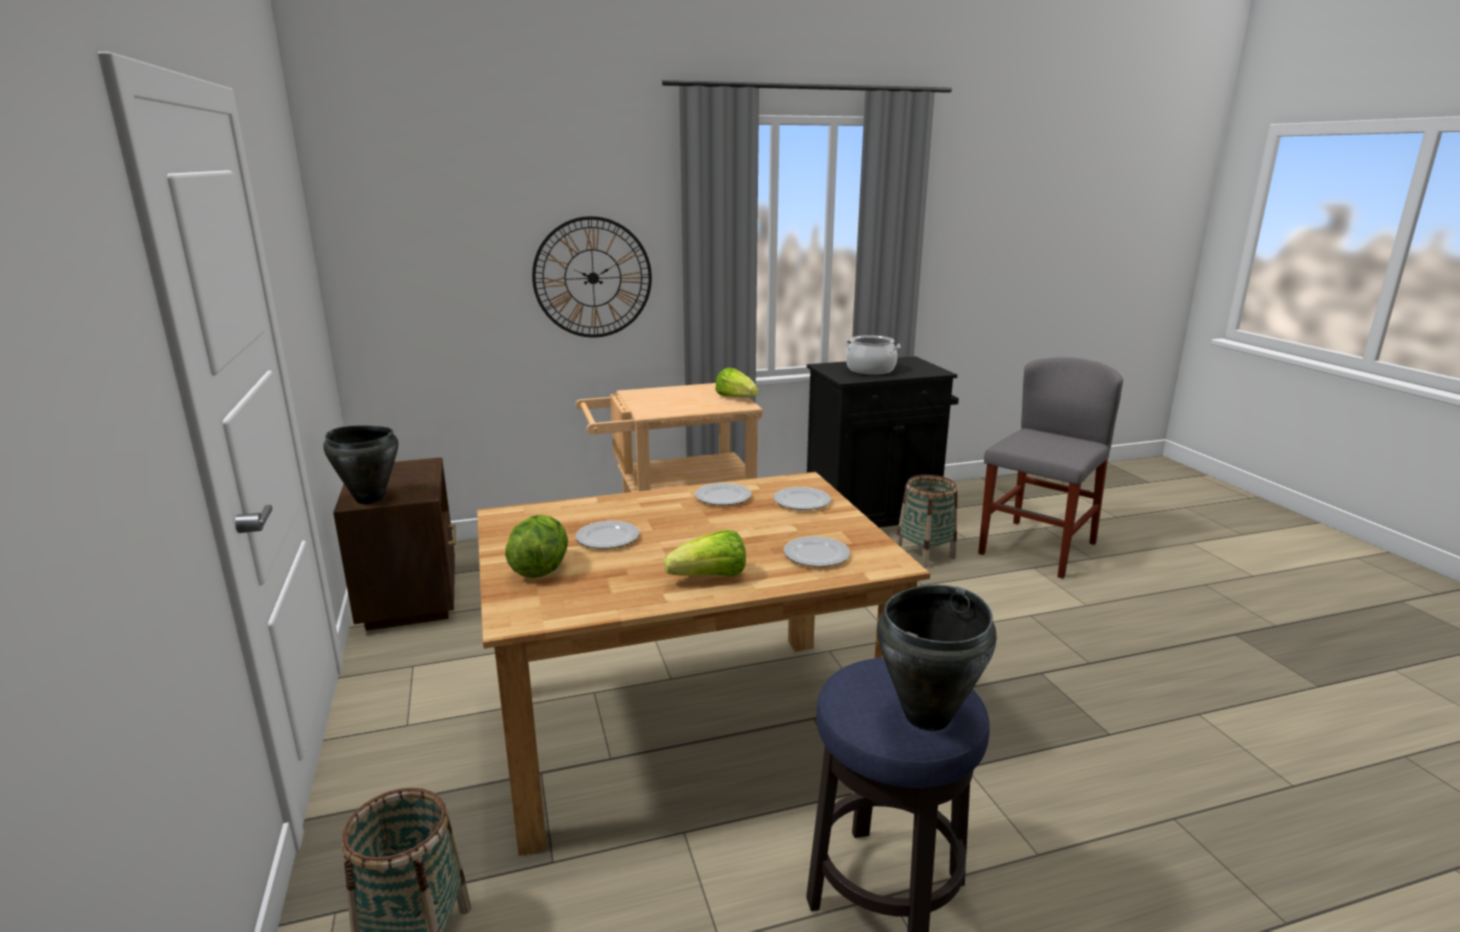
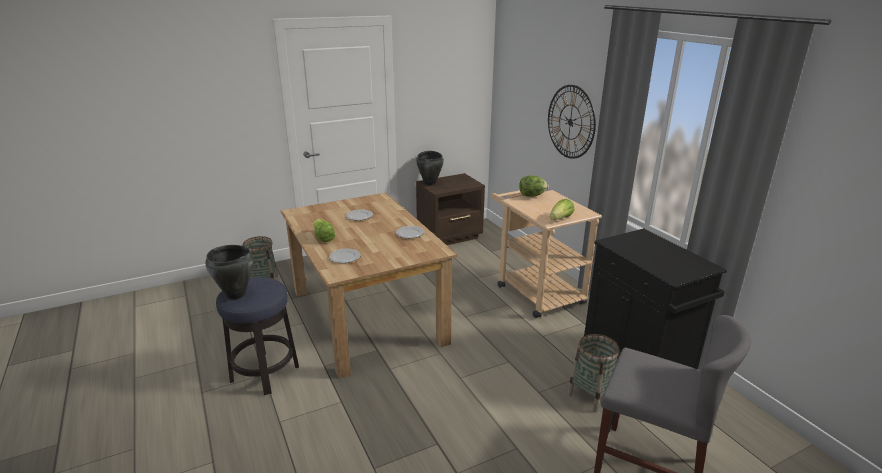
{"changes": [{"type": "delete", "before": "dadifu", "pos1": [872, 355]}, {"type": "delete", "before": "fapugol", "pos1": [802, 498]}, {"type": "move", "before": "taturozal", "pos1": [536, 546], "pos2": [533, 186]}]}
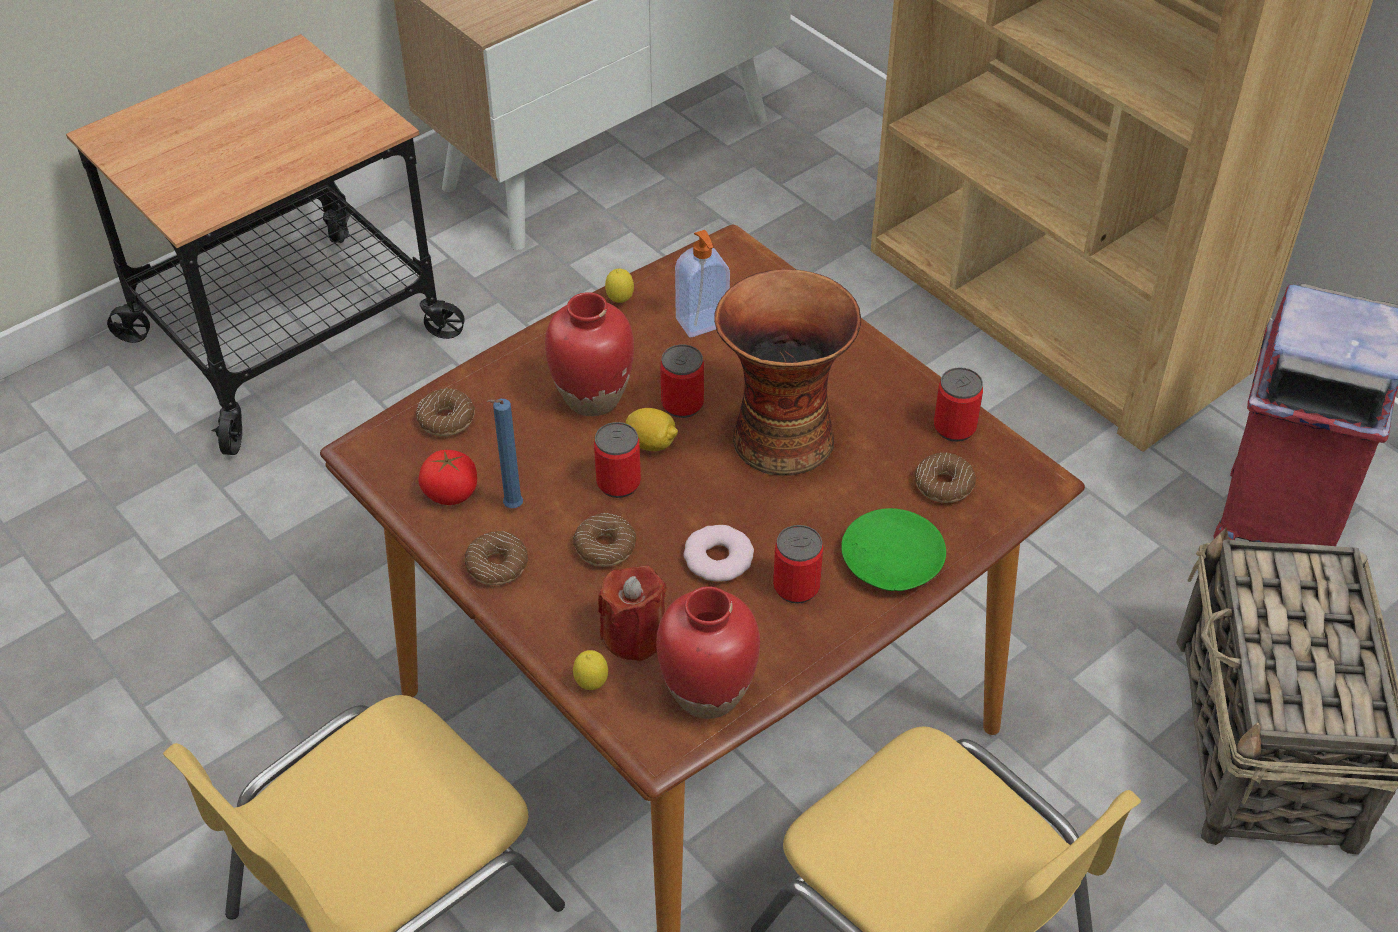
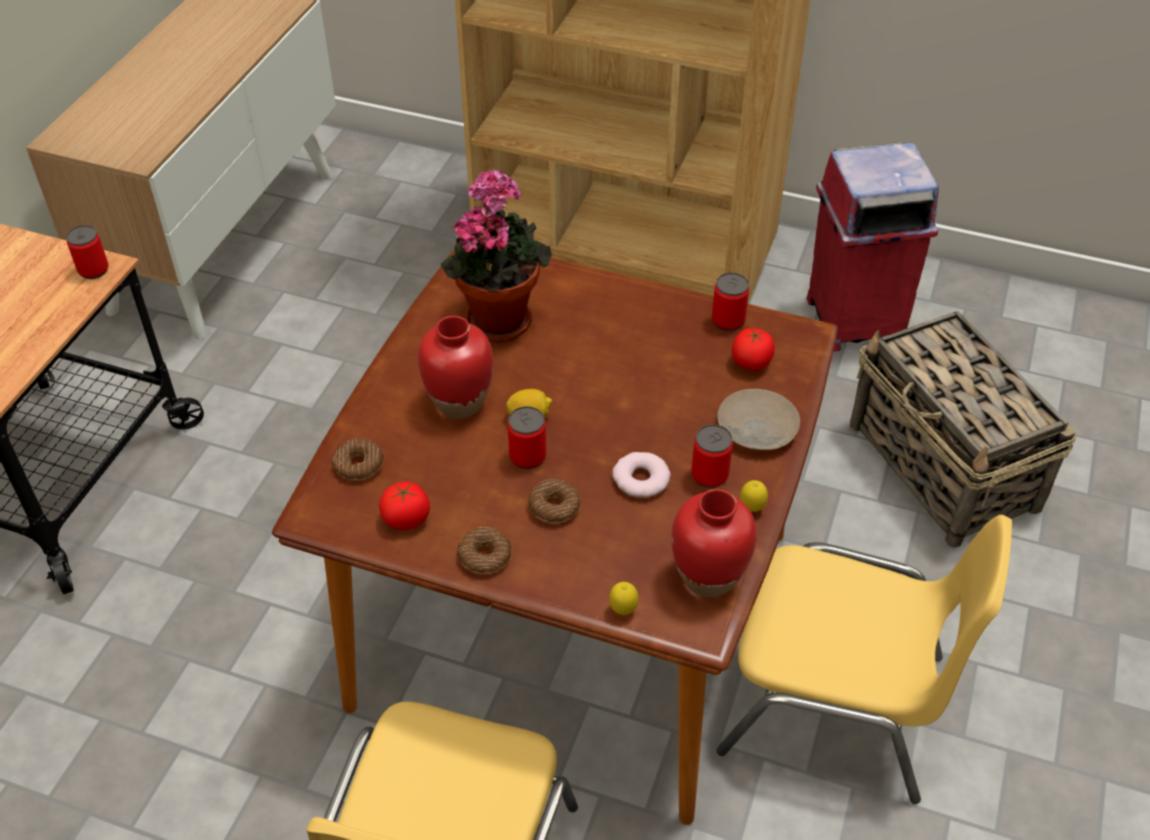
{"changes": [{"type": "replace", "before": "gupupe", "after": "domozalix", "pos1": [702, 283], "pos2": [496, 256]}, {"type": "move", "before": "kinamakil", "pos1": [619, 286], "pos2": [754, 496]}, {"type": "delete", "before": "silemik", "pos1": [787, 372]}, {"type": "move", "before": "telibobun", "pos1": [682, 381], "pos2": [87, 252]}, {"type": "delete", "before": "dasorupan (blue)", "pos1": [505, 453]}, {"type": "replace", "before": "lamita", "after": "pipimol", "pos1": [945, 477], "pos2": [753, 349]}, {"type": "recolor", "before": "fapugol (green)", "after": "fapugol (beige)", "pos1": [893, 549], "pos2": [758, 419]}, {"type": "delete", "before": "dasorupan (red)", "pos1": [632, 614]}]}
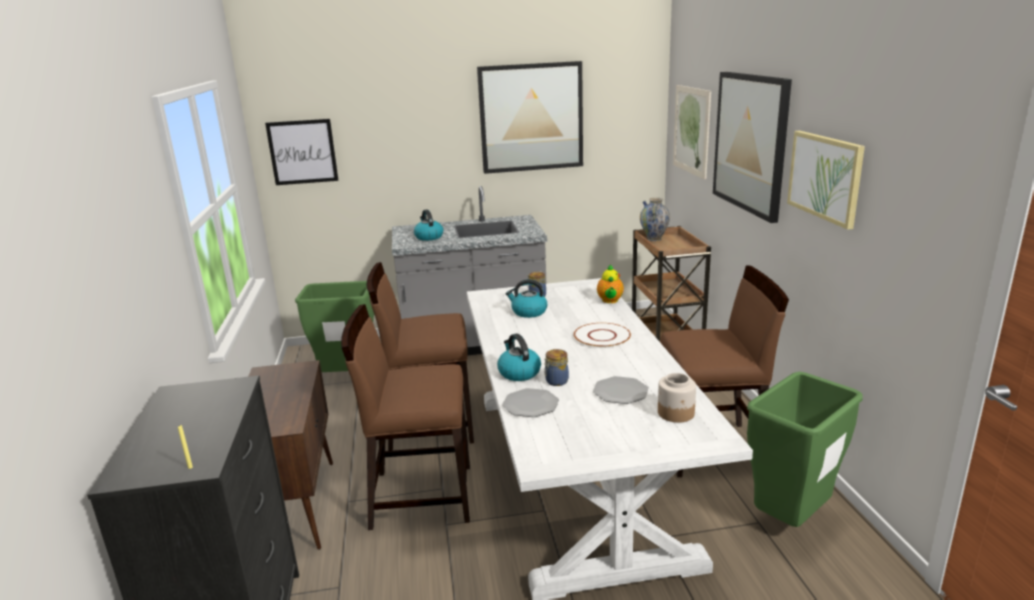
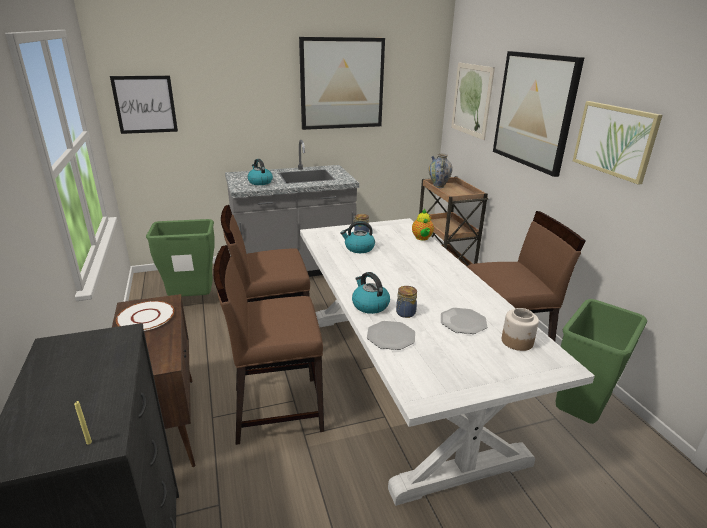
{"changes": [{"type": "move", "before": "fapugol (white)", "pos1": [602, 335], "pos2": [145, 316]}]}
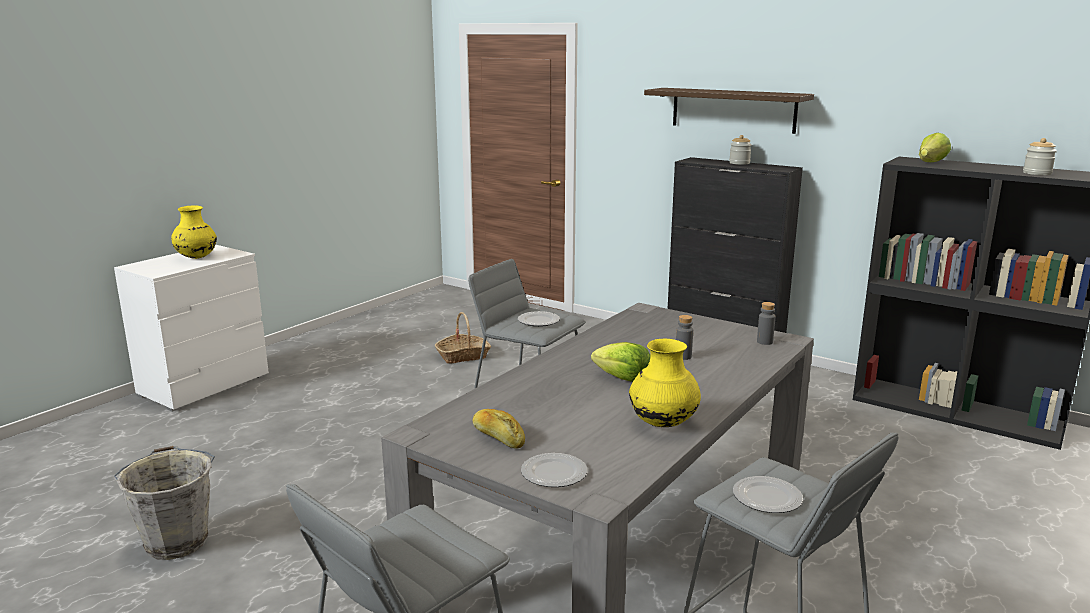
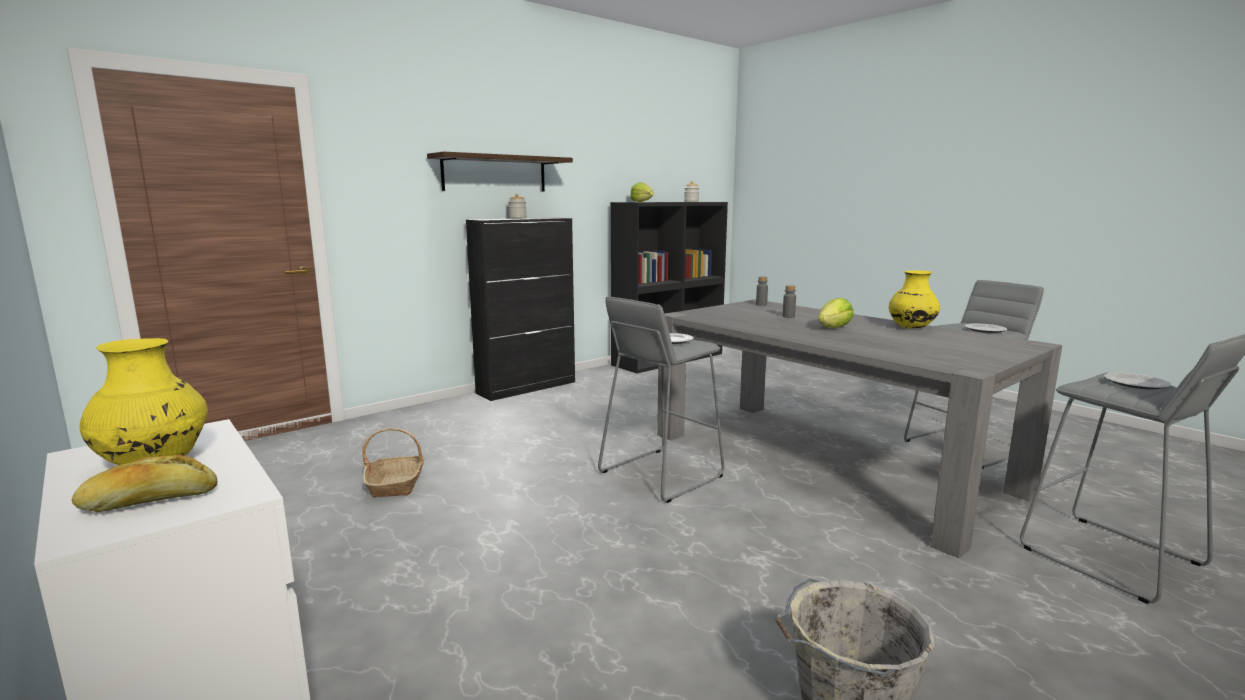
{"changes": [{"type": "move", "before": "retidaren", "pos1": [499, 429], "pos2": [144, 483]}, {"type": "move", "before": "fapugol", "pos1": [554, 470], "pos2": [1137, 381]}]}
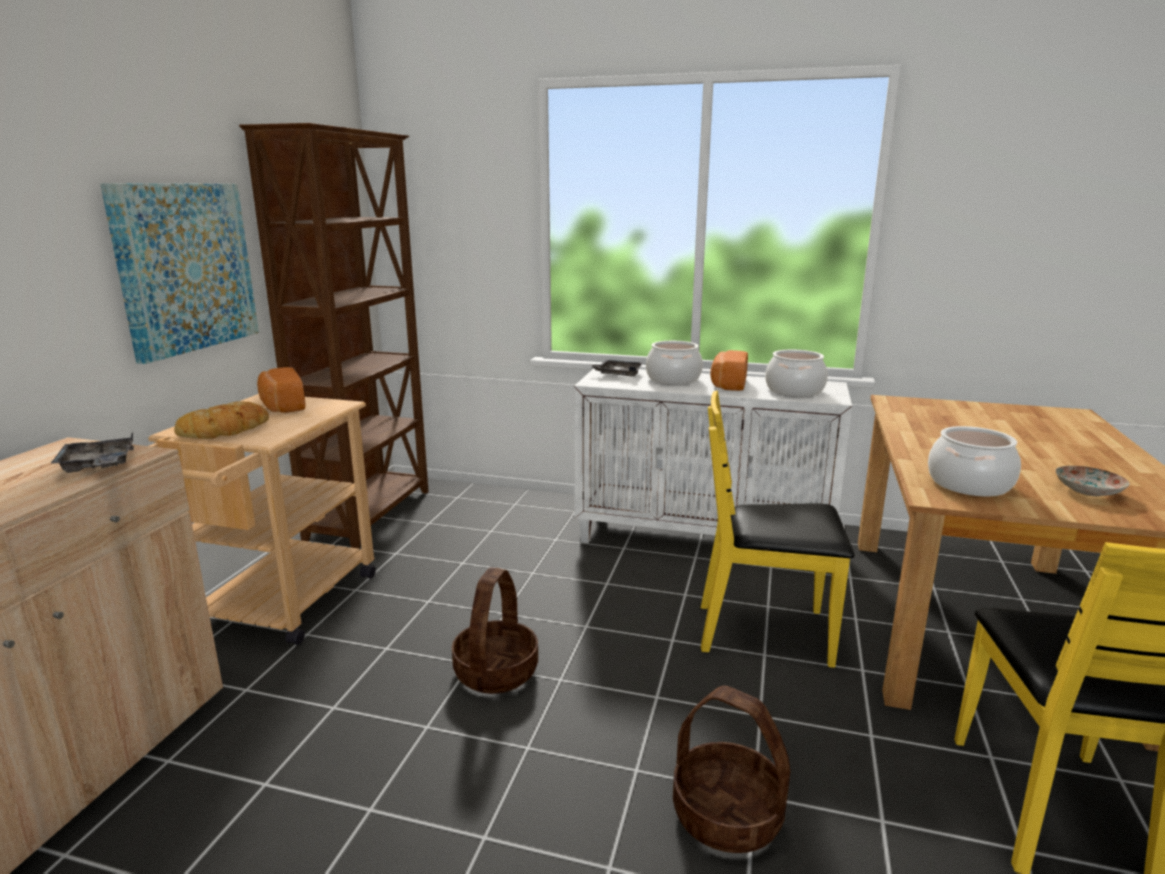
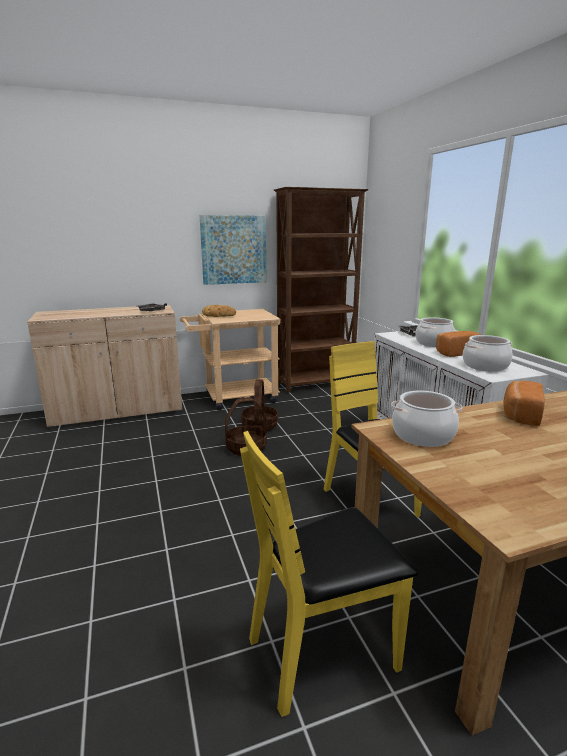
{"changes": [{"type": "move", "before": "retidaren", "pos1": [281, 390], "pos2": [524, 403]}, {"type": "delete", "before": "fapugol", "pos1": [1093, 481]}, {"type": "move", "before": "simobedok", "pos1": [731, 769], "pos2": [259, 405]}]}
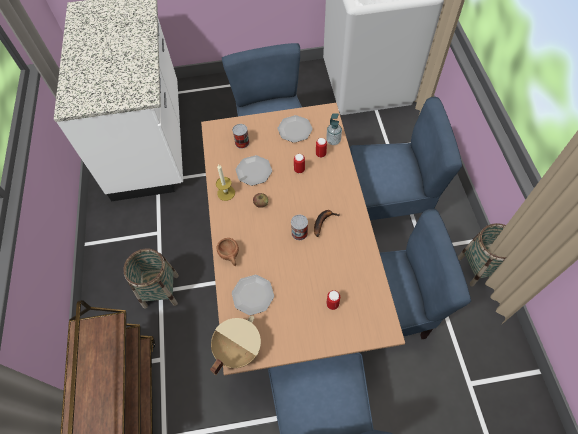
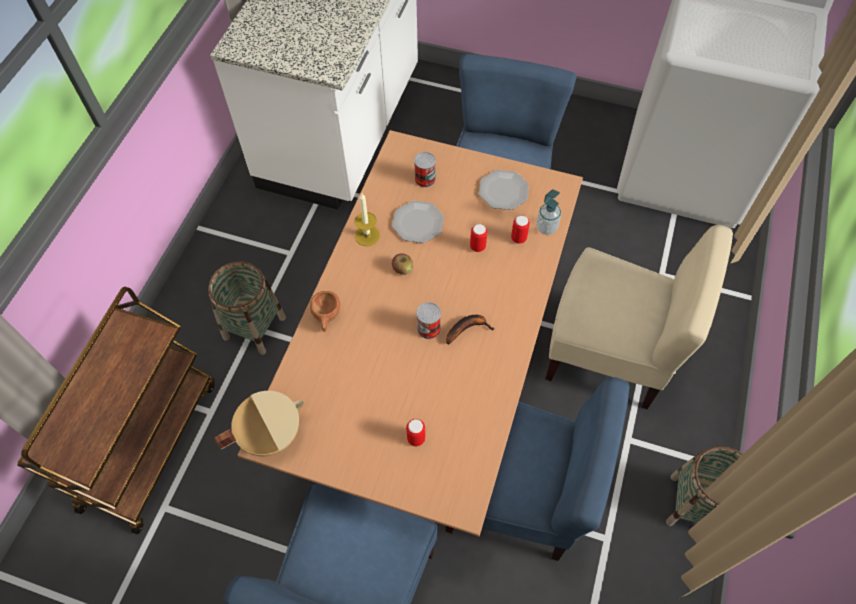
{"changes": [{"type": "recolor", "before": "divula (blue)", "after": "divula (beige)", "pos1": [406, 158], "pos2": [639, 317]}, {"type": "delete", "before": "fapugol", "pos1": [253, 295]}]}
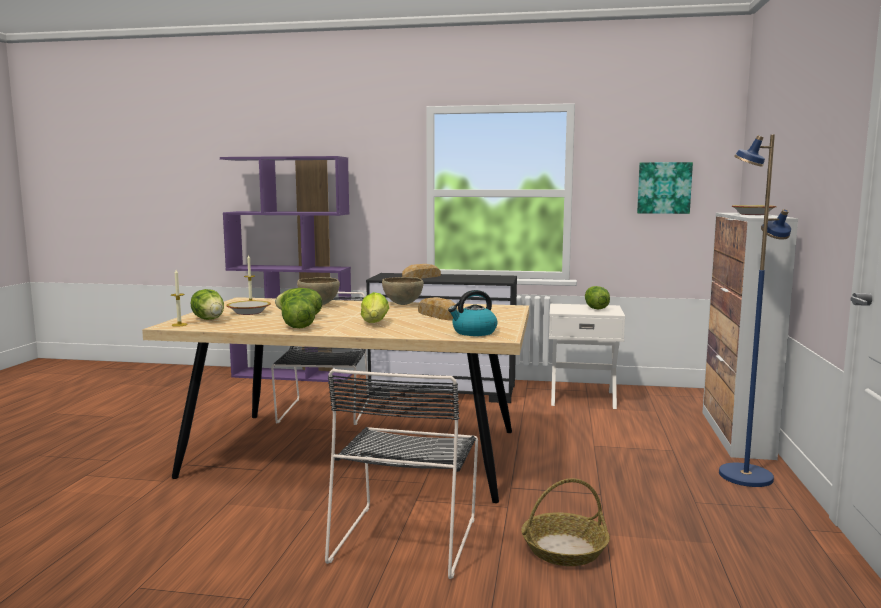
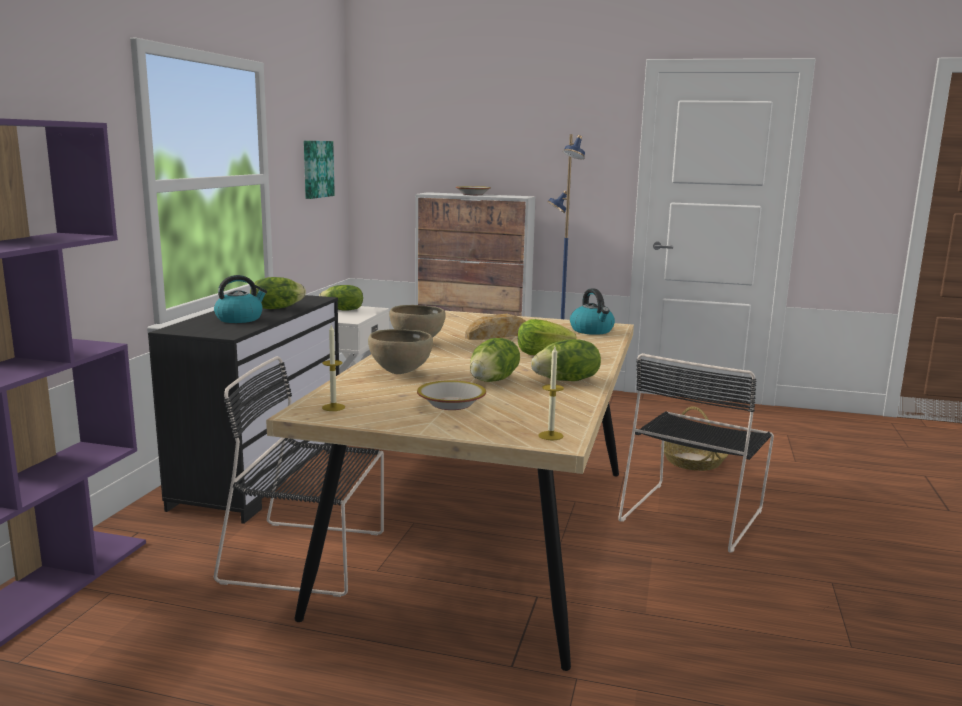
{"changes": [{"type": "replace", "before": "retidaren", "after": "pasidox", "pos1": [421, 271], "pos2": [240, 299]}, {"type": "move", "before": "taturozal", "pos1": [207, 304], "pos2": [278, 293]}, {"type": "rotate", "before": "divula (black)", "pos1": [401, 474], "pos2": [696, 453], "turn": 105}]}
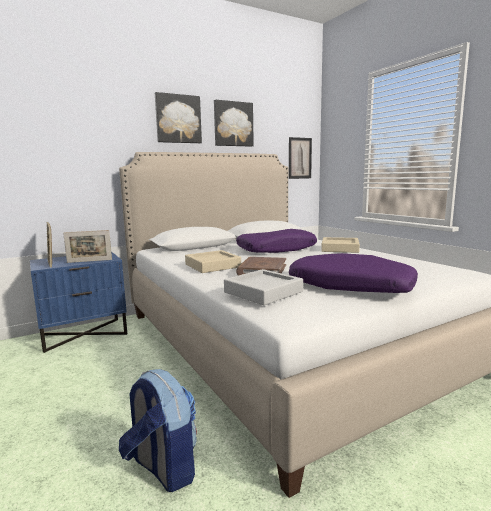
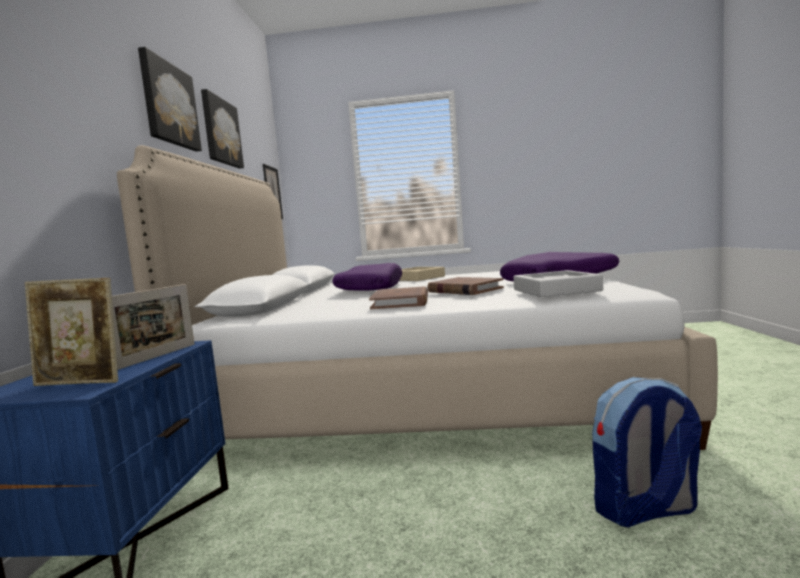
{"changes": [{"type": "replace", "before": "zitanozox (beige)", "after": "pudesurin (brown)", "pos1": [213, 261], "pos2": [398, 297]}]}
